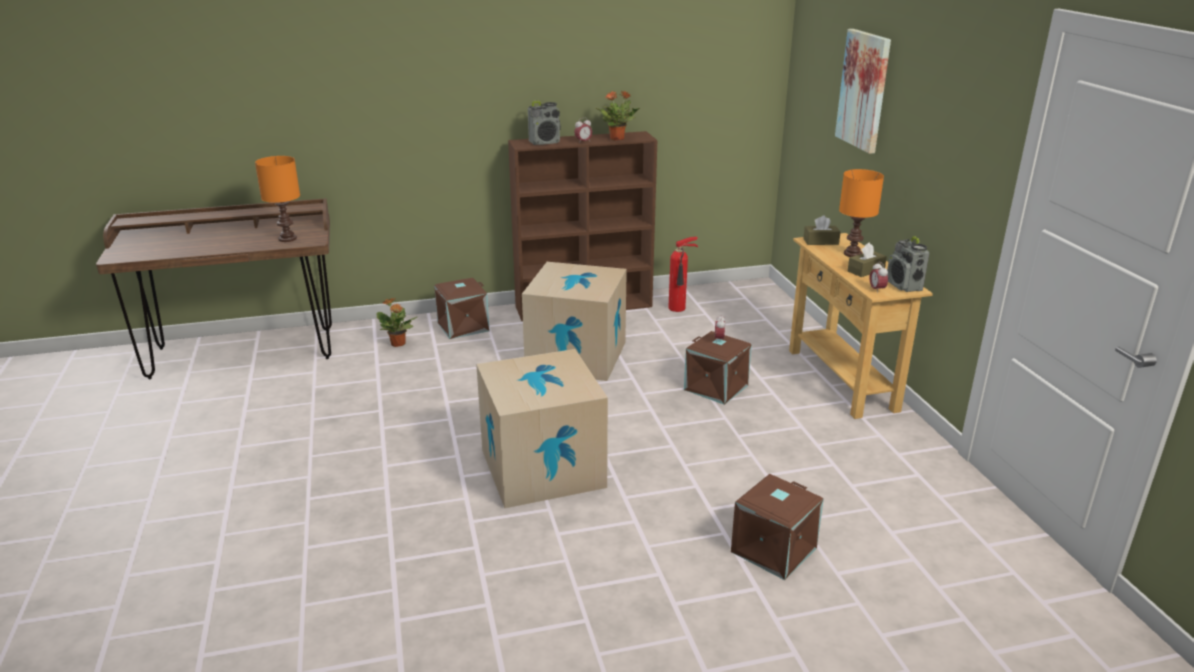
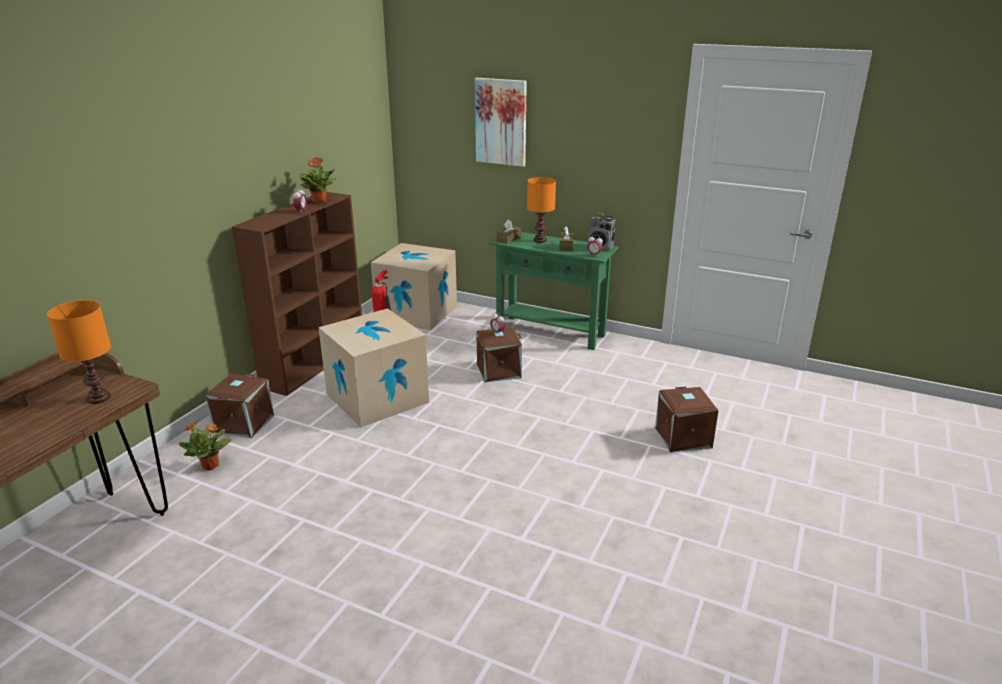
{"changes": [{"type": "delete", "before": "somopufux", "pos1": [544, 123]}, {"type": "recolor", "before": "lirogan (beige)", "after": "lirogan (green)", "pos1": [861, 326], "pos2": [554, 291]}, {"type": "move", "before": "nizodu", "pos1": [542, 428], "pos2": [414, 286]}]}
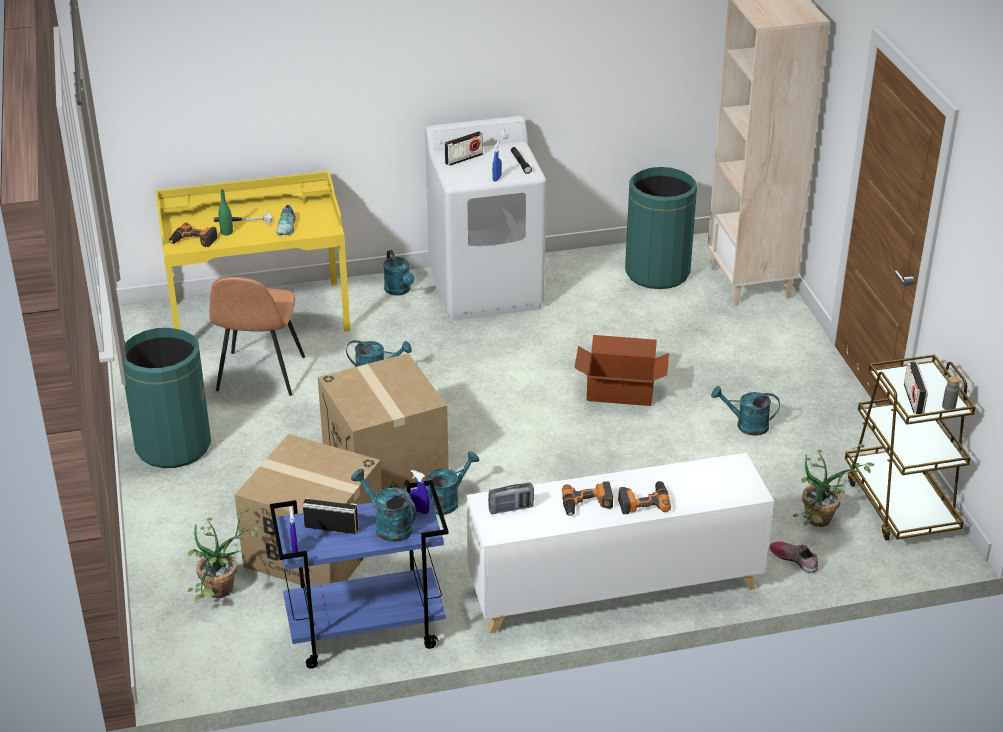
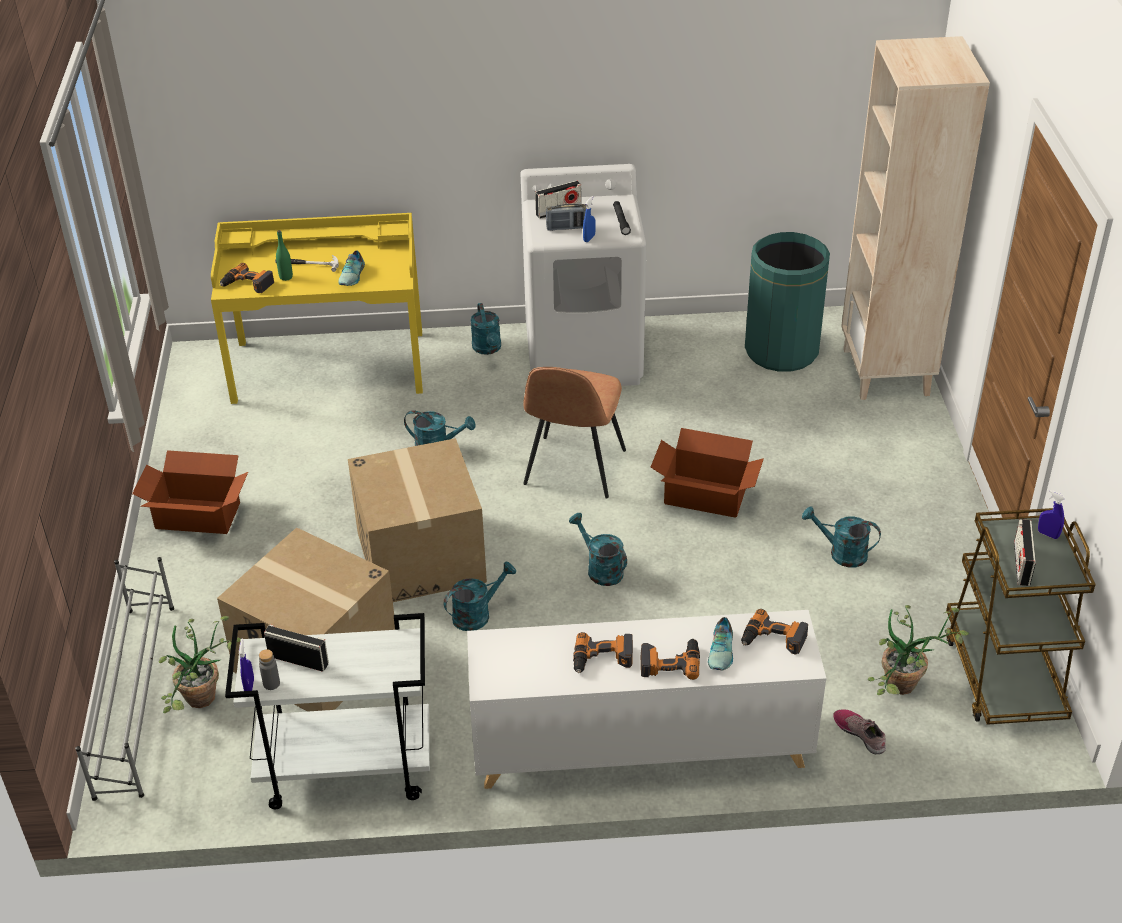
{"changes": [{"type": "move", "before": "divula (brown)", "pos1": [257, 336], "pos2": [574, 433]}, {"type": "replace", "before": "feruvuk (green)", "after": "nizodu", "pos1": [167, 398], "pos2": [190, 492]}, {"type": "move", "before": "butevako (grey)", "pos1": [951, 393], "pos2": [269, 669]}, {"type": "move", "before": "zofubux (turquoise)", "pos1": [384, 505], "pos2": [598, 549]}, {"type": "move", "before": "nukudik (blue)", "pos1": [419, 492], "pos2": [1052, 514]}, {"type": "recolor", "before": "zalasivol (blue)", "after": "zalasivol (white)", "pos1": [359, 574], "pos2": [327, 711]}, {"type": "move", "before": "somopufux", "pos1": [511, 498], "pos2": [566, 217]}, {"type": "insert", "after": "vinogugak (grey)", "pos2": [124, 679]}, {"type": "insert", "after": "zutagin", "pos2": [774, 632]}, {"type": "insert", "after": "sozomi", "pos2": [720, 644]}]}
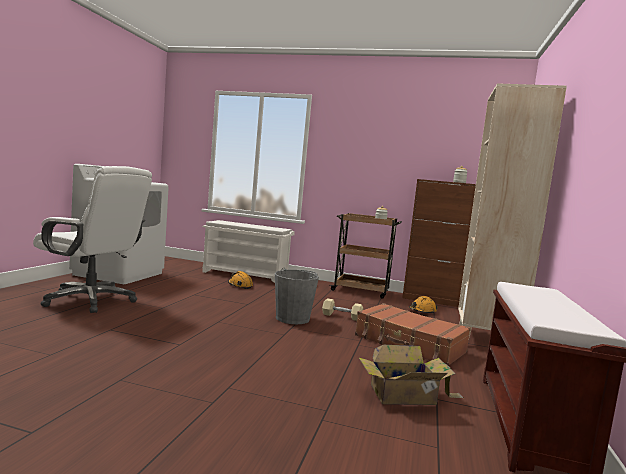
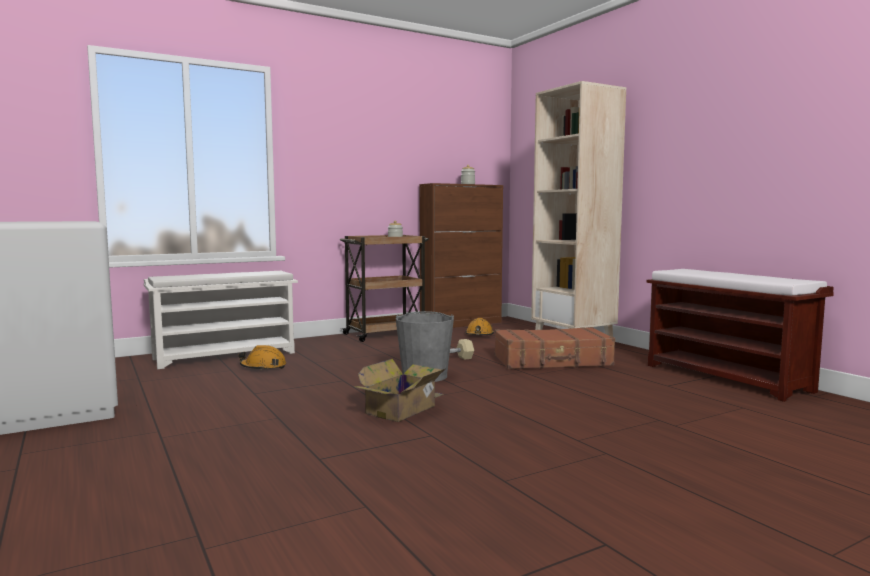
{"changes": [{"type": "delete", "before": "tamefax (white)", "pos1": [92, 239]}, {"type": "move", "before": "nizodu", "pos1": [411, 375], "pos2": [400, 390]}]}
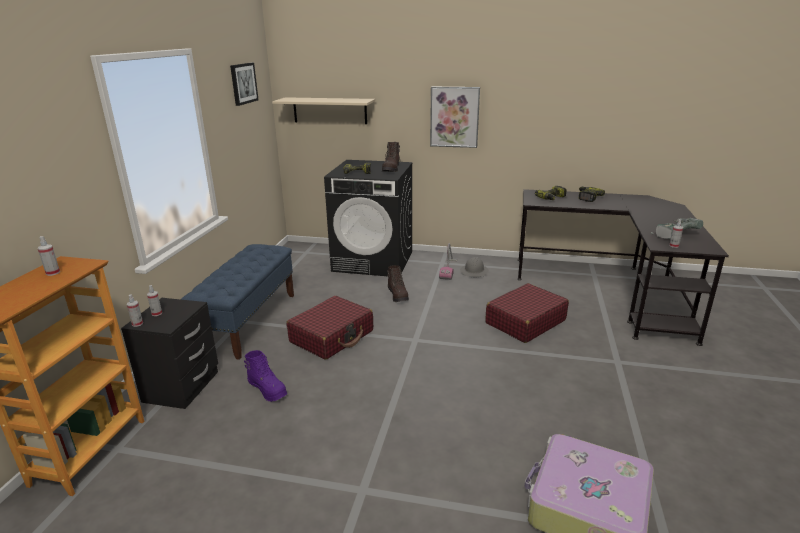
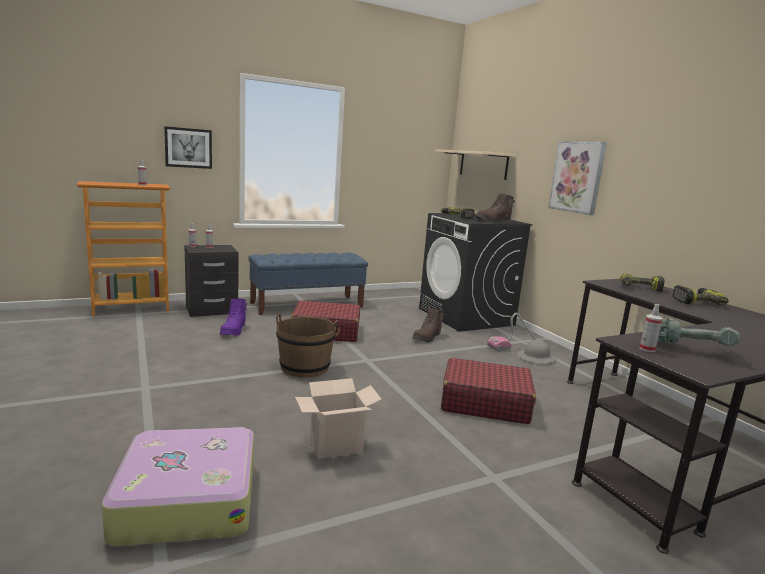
{"changes": [{"type": "move", "before": "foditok", "pos1": [244, 84], "pos2": [188, 147]}, {"type": "insert", "after": "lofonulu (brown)", "pos2": [306, 345]}, {"type": "insert", "after": "nizodu", "pos2": [338, 418]}]}
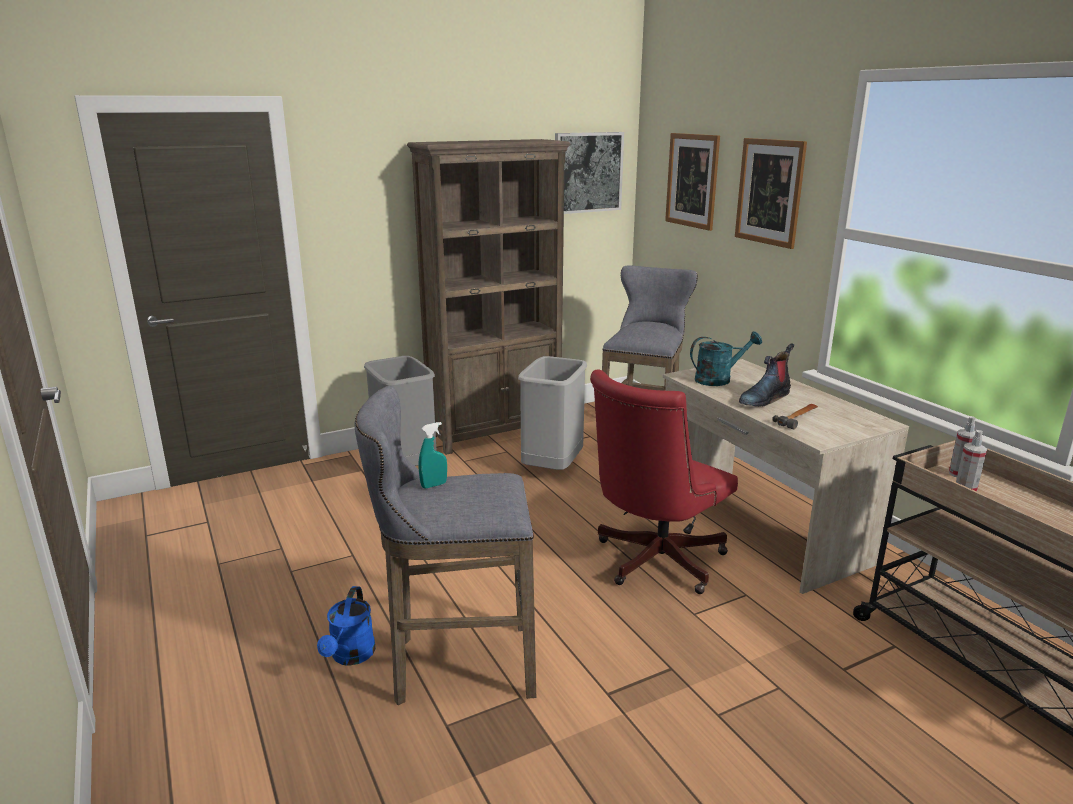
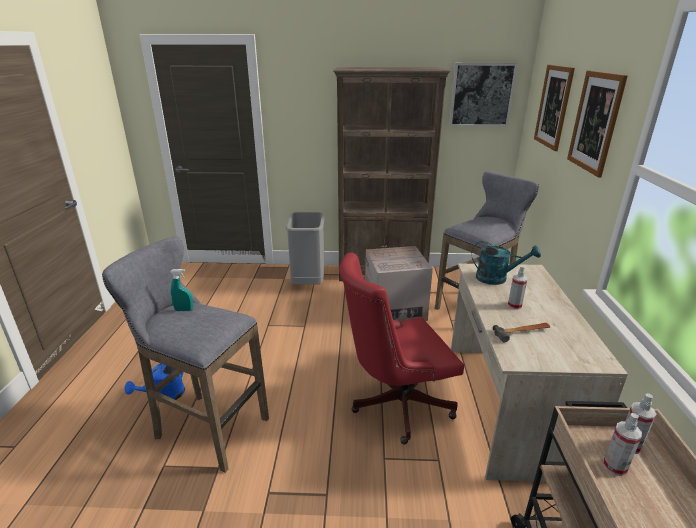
{"changes": [{"type": "replace", "before": "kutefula", "after": "nukudik", "pos1": [766, 375], "pos2": [518, 287]}, {"type": "replace", "before": "feruvuk (grey)", "after": "nizodu", "pos1": [552, 413], "pos2": [399, 284]}]}
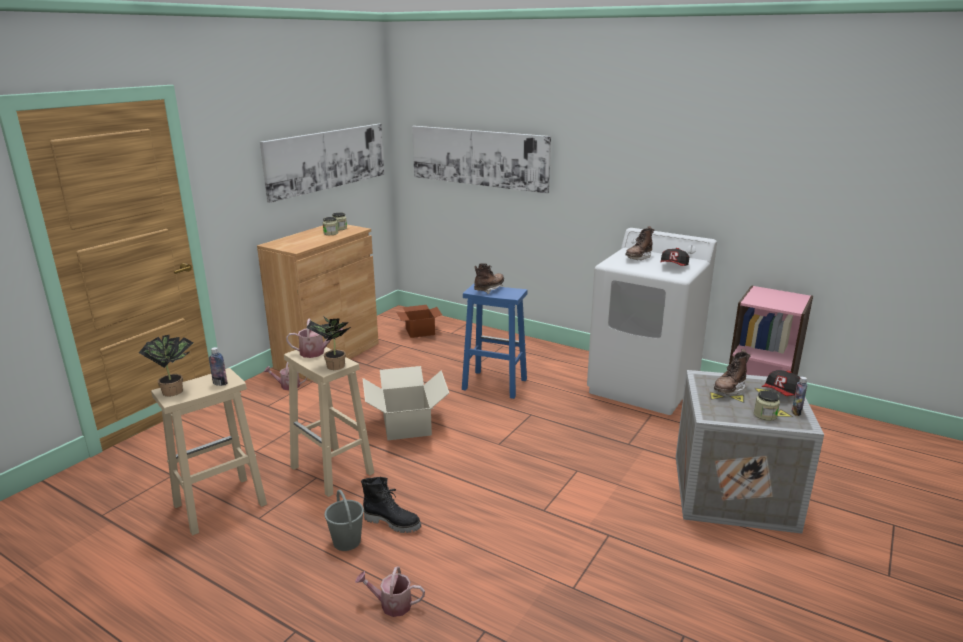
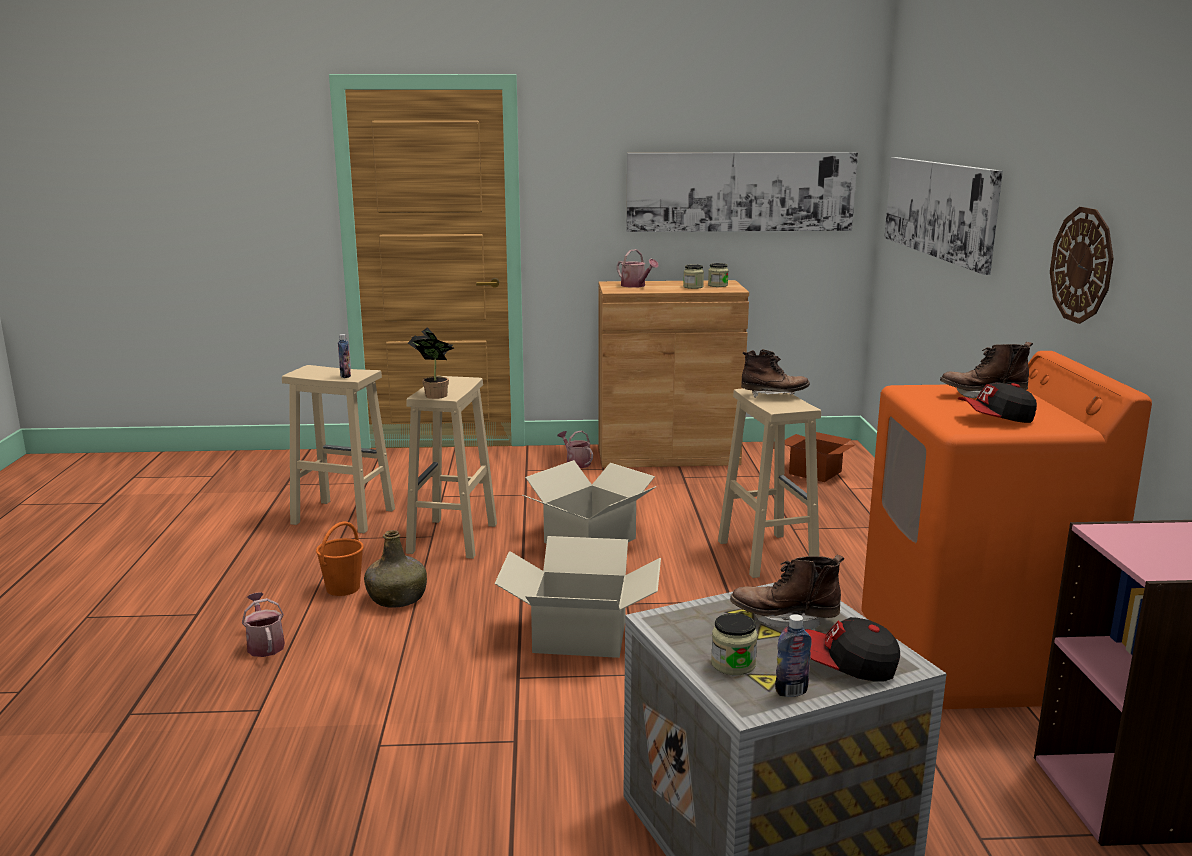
{"changes": [{"type": "recolor", "before": "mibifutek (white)", "after": "mibifutek (orange)", "pos1": [652, 321], "pos2": [1006, 530]}, {"type": "recolor", "before": "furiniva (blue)", "after": "furiniva (beige)", "pos1": [494, 341], "pos2": [769, 483]}, {"type": "move", "before": "zofubux", "pos1": [314, 338], "pos2": [637, 268]}, {"type": "delete", "before": "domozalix", "pos1": [166, 365]}, {"type": "replace", "before": "kutefula (black)", "after": "butevako (green)", "pos1": [391, 505], "pos2": [395, 569]}, {"type": "recolor", "before": "lofonulu (grey)", "after": "lofonulu (orange)", "pos1": [344, 520], "pos2": [340, 559]}, {"type": "insert", "after": "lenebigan", "pos2": [1081, 265]}, {"type": "insert", "after": "nizodu", "pos2": [578, 597]}]}
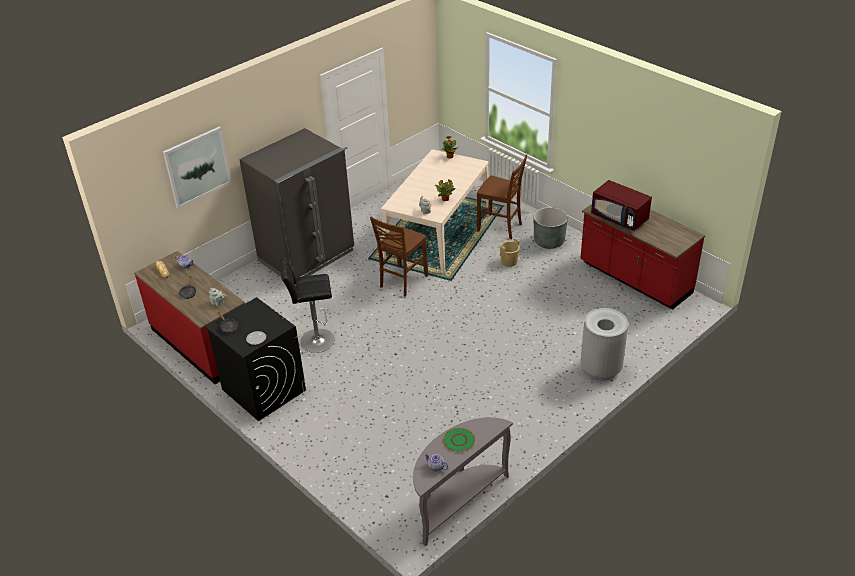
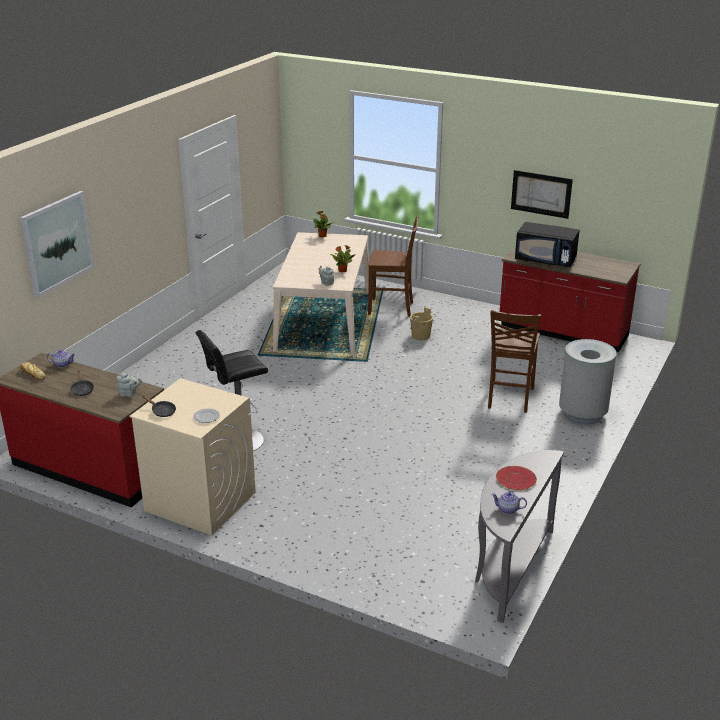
{"changes": [{"type": "delete", "before": "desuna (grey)", "pos1": [296, 203]}, {"type": "recolor", "before": "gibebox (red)", "after": "gibebox (black)", "pos1": [621, 205], "pos2": [547, 244]}, {"type": "delete", "before": "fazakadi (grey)", "pos1": [551, 228]}, {"type": "move", "before": "divula (brown)", "pos1": [399, 257], "pos2": [514, 361]}, {"type": "recolor", "before": "mibifutek (black)", "after": "mibifutek (beige)", "pos1": [255, 359], "pos2": [193, 456]}, {"type": "recolor", "before": "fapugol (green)", "after": "fapugol (red)", "pos1": [459, 440], "pos2": [516, 478]}, {"type": "insert", "after": "foditok", "pos2": [542, 194]}]}
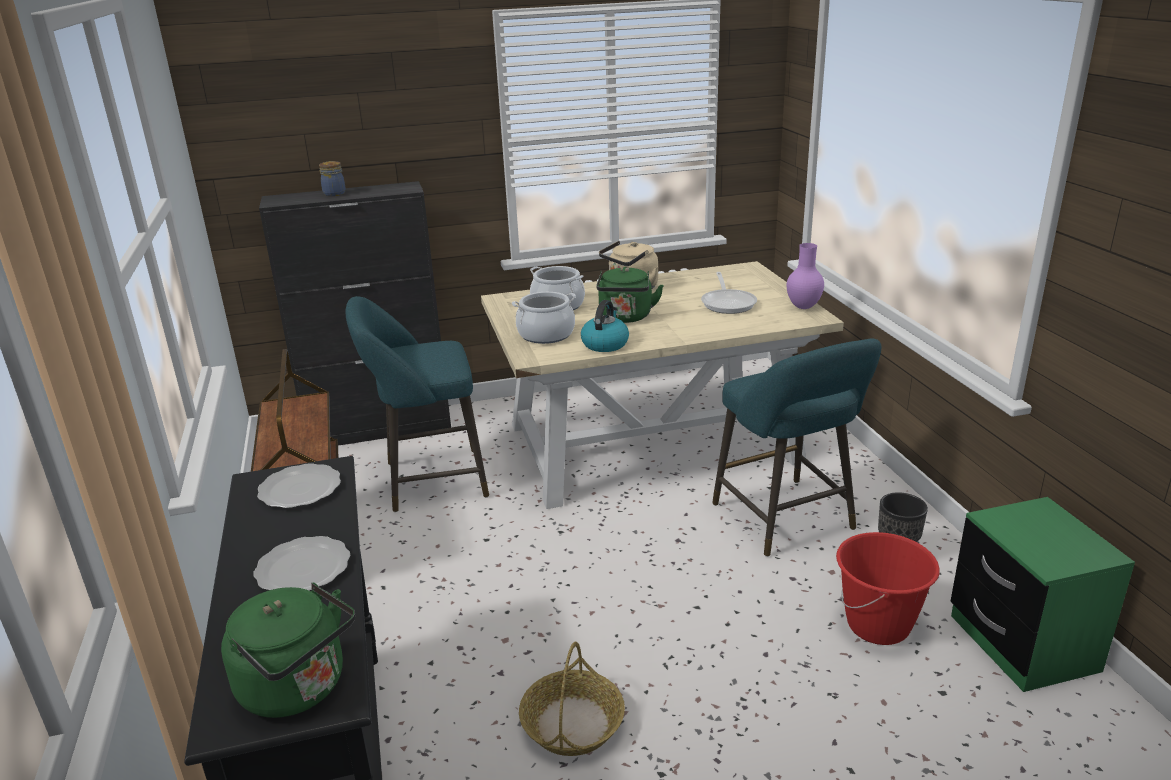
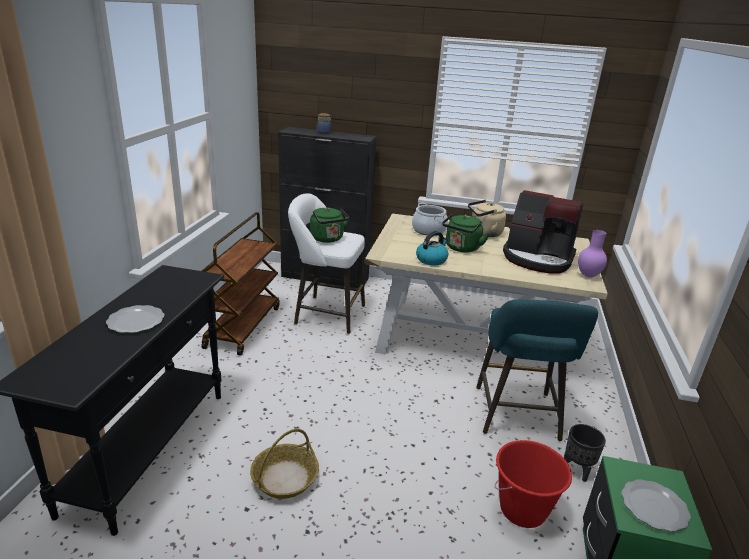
{"changes": [{"type": "replace", "before": "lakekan", "after": "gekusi", "pos1": [729, 293], "pos2": [543, 232]}, {"type": "delete", "before": "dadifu", "pos1": [544, 318]}, {"type": "recolor", "before": "furiniva (turquoise)", "after": "furiniva (white)", "pos1": [417, 404], "pos2": [326, 263]}, {"type": "move", "before": "fapugol", "pos1": [299, 485], "pos2": [656, 505]}, {"type": "move", "before": "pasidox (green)", "pos1": [288, 650], "pos2": [329, 225]}]}
